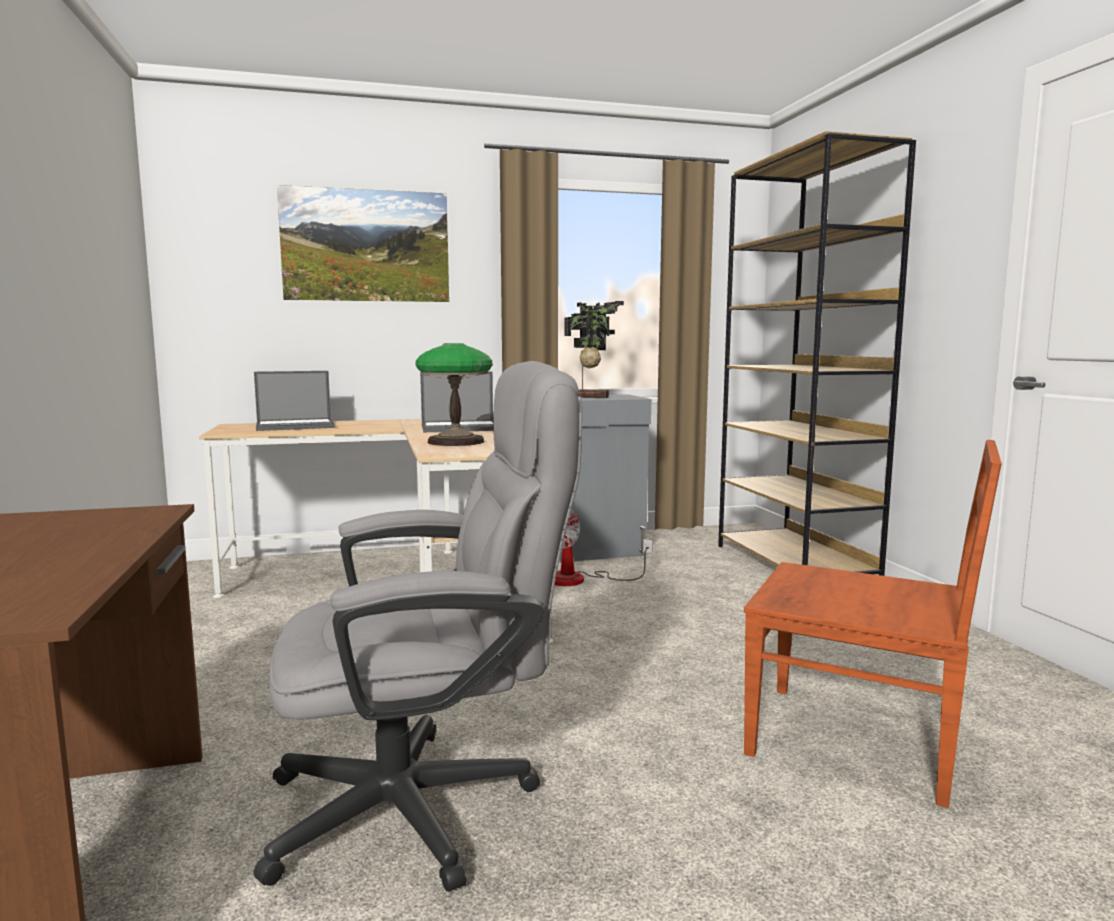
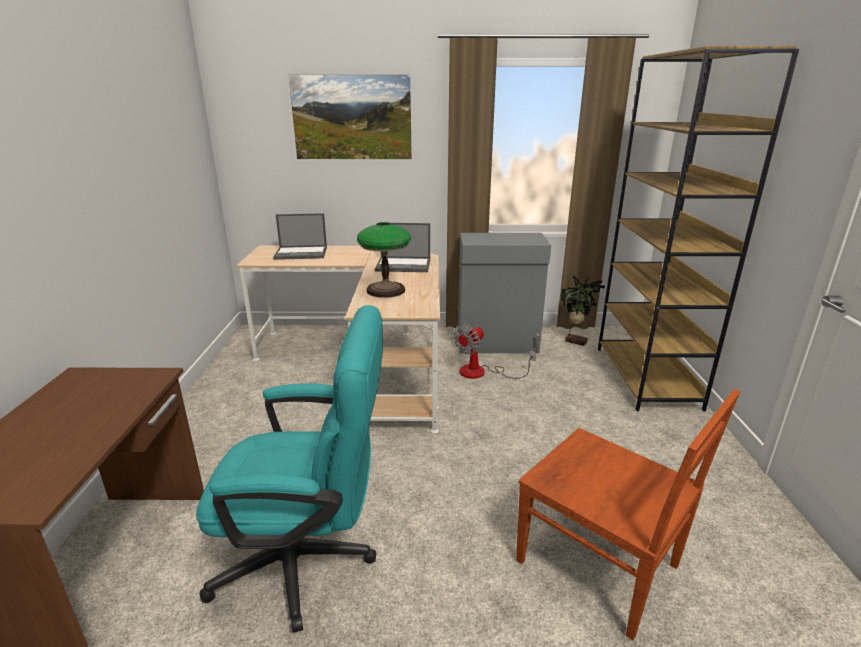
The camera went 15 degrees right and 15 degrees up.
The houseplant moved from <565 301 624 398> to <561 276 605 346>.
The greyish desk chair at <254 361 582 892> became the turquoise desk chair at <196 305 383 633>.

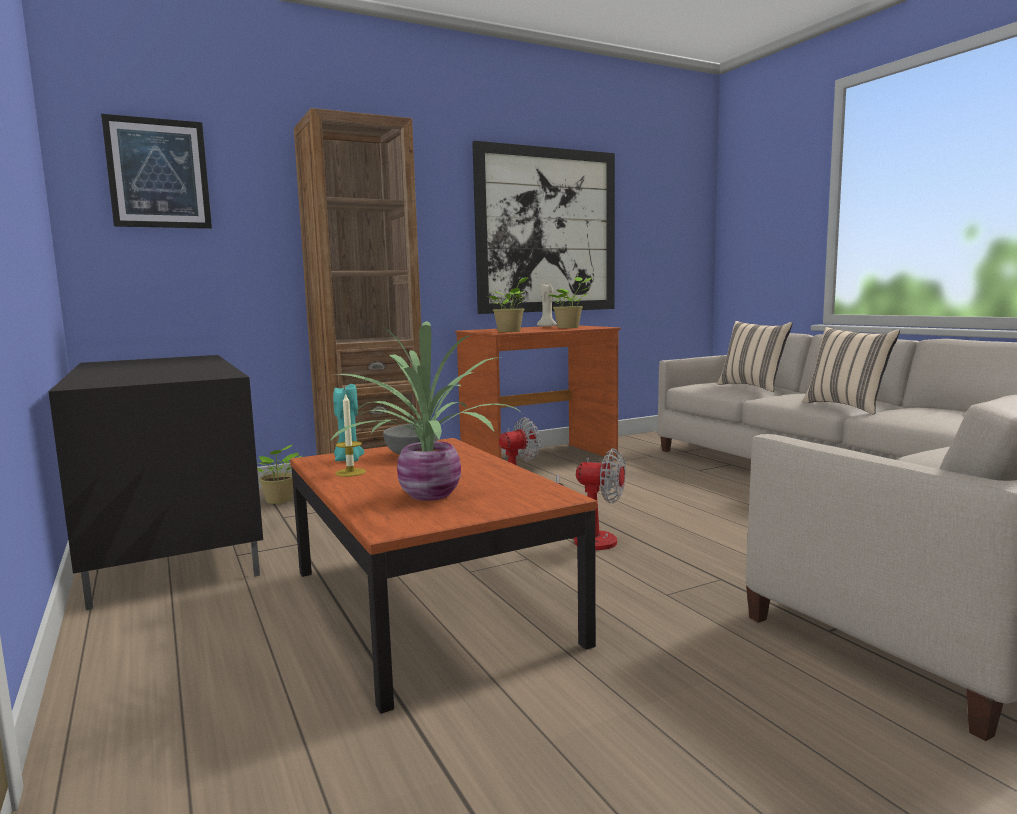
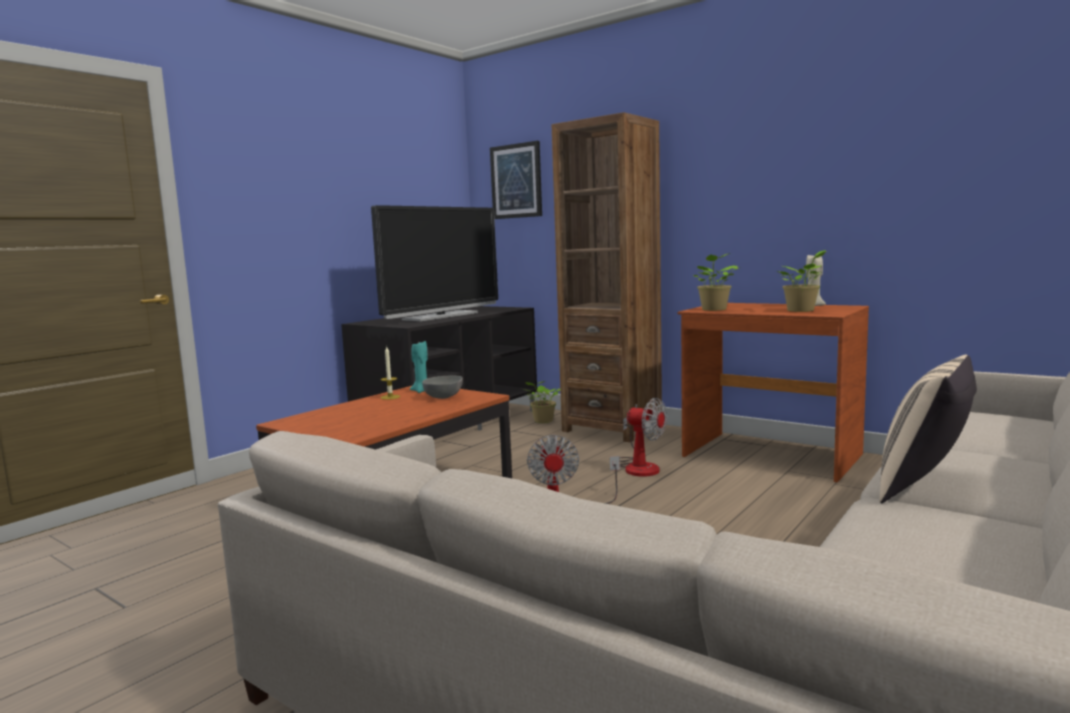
The camera went 65 degrees right and 0 degrees up.
The houseplant at <330 321 522 501> disappeared.
The wall picture at <472 141 615 314> disappeared.
The sand-coloured cushion at <717 321 793 392> disappeared.
The TV at <371 205 498 322> appeared.

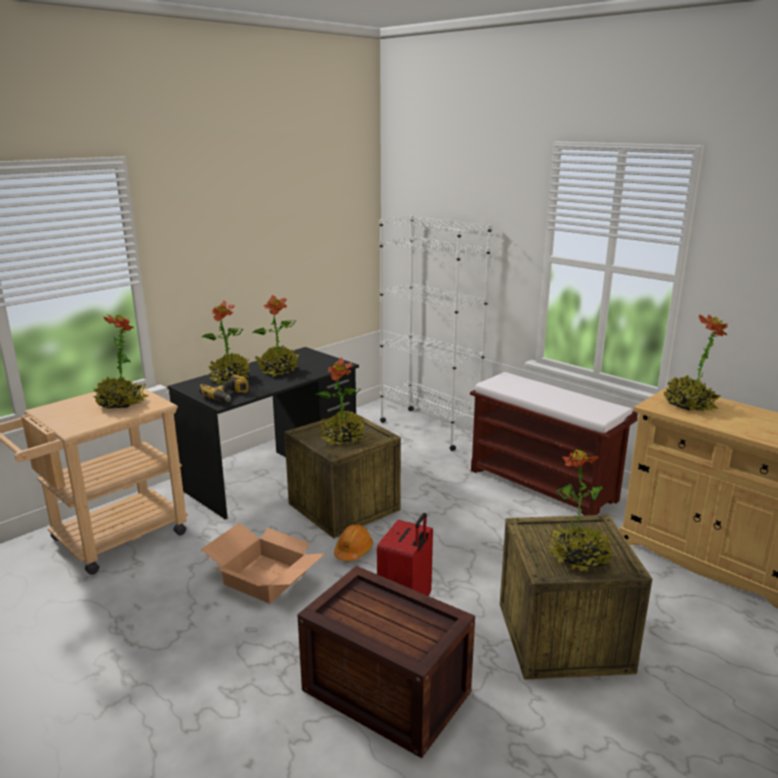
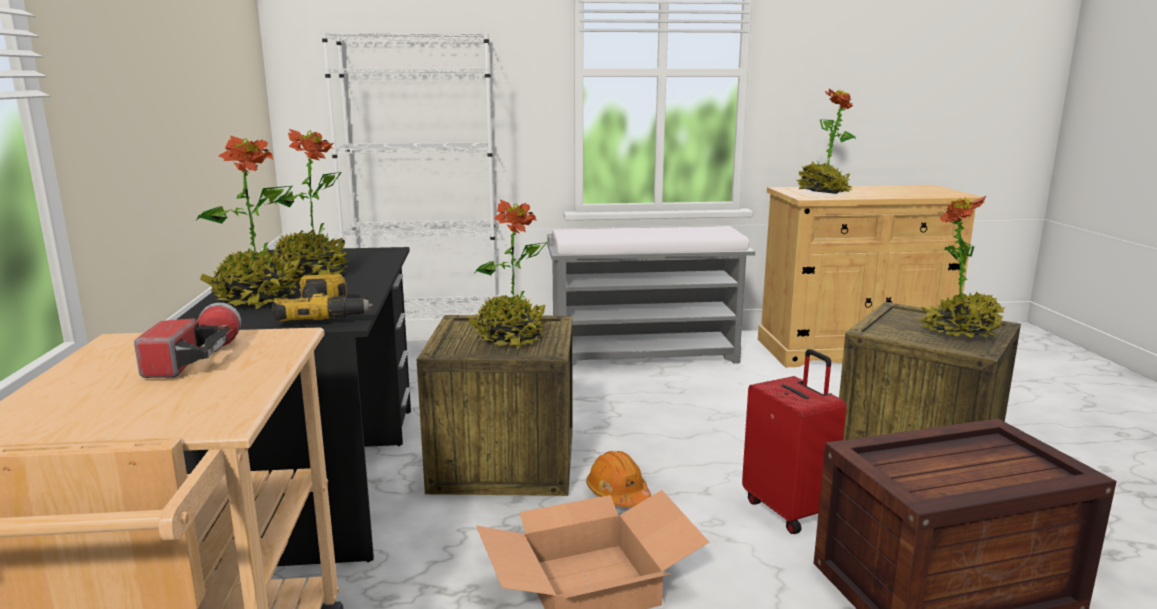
The camera went 50 degrees left and 5 degrees down.
The houseplant at <92 314 148 408> was replaced by the flashlight at <134 303 241 378>.
The brown-coloured long seat at <470 372 638 515> became the greyish long seat at <547 226 755 366>.

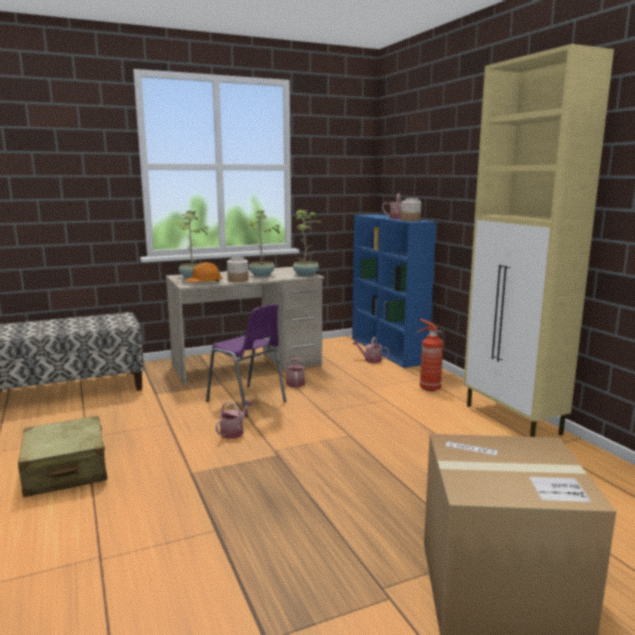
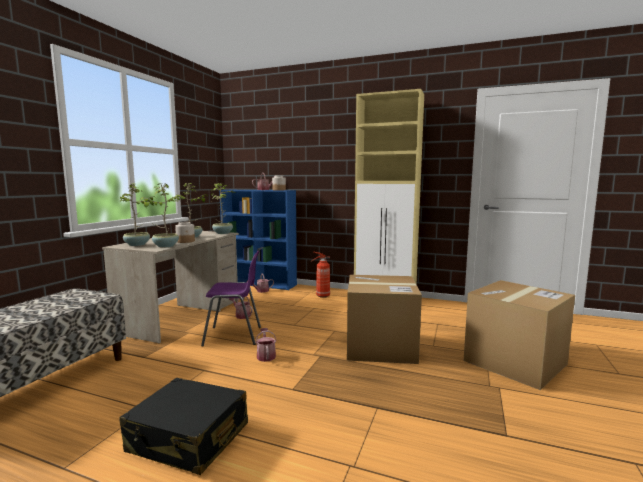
The camera went 45 degrees left and 5 degrees down.
The packing box at <347 275 422 364> appeared.
The orangey hard hat at <186 262 223 282> was replaced by the houseplant at <140 184 180 248>.
The sand-coloured travel case at <18 416 107 497> became the black-coloured travel case at <119 378 248 475>.

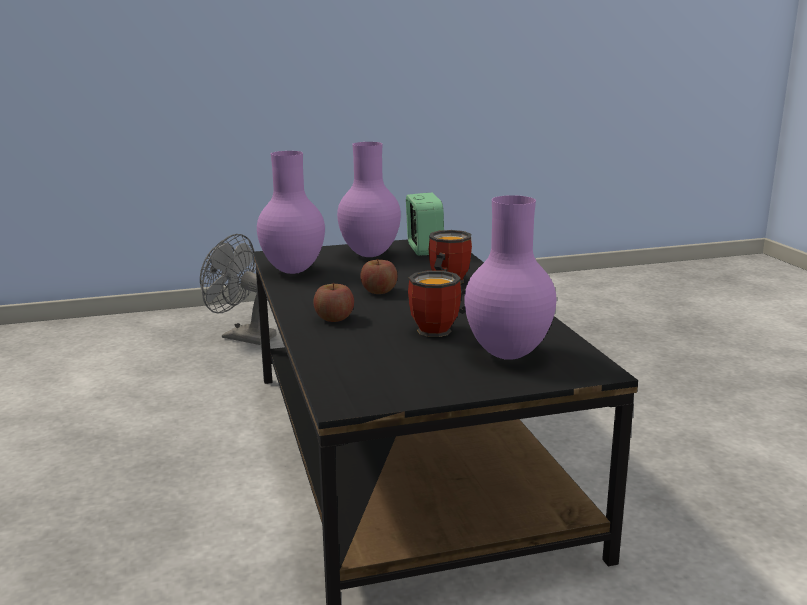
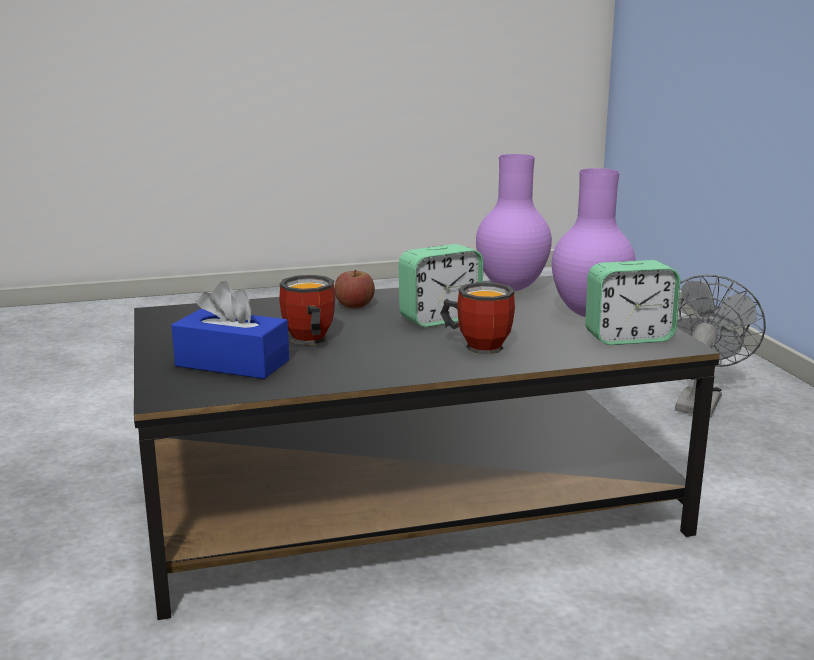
The camera went 90 degrees right and 0 degrees up.
The apple fruit at <360 259 397 294> was replaced by the alarm clock at <398 244 483 327>.
The purplish decorative vase at <464 195 556 360> was replaced by the blue-coloured tissue box at <171 281 289 379>.

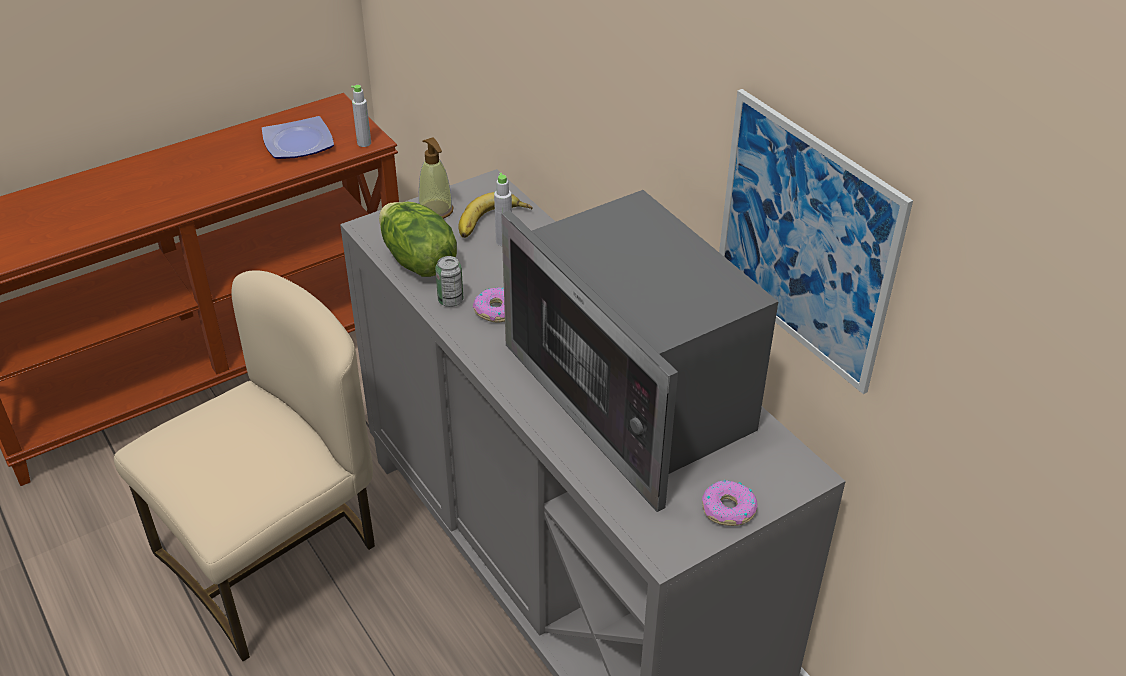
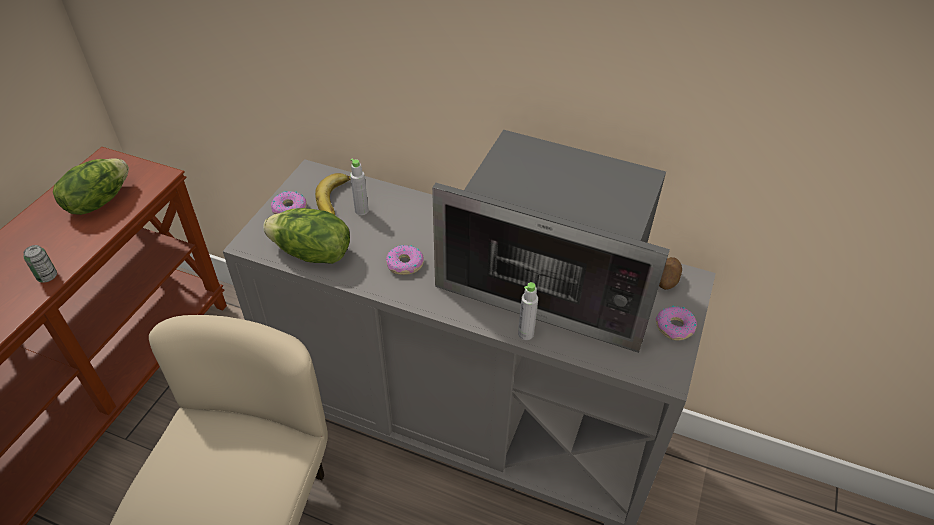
The camera went 35 degrees left and 5 degrees up.
The wall picture at <719 89 913 394> disappeared.
The spud at <659 257 682 290> appeared.
The greyish bottle moved from <351 85 371 147> to <518 282 538 340>.
The metal can moved from <435 256 463 307> to <23 245 57 283>.
The plate at <262 116 334 159> was replaced by the lettuce head at <53 158 129 215>.
The soap dispenser at <419 137 454 219> was replaced by the donut at <271 191 307 214>.

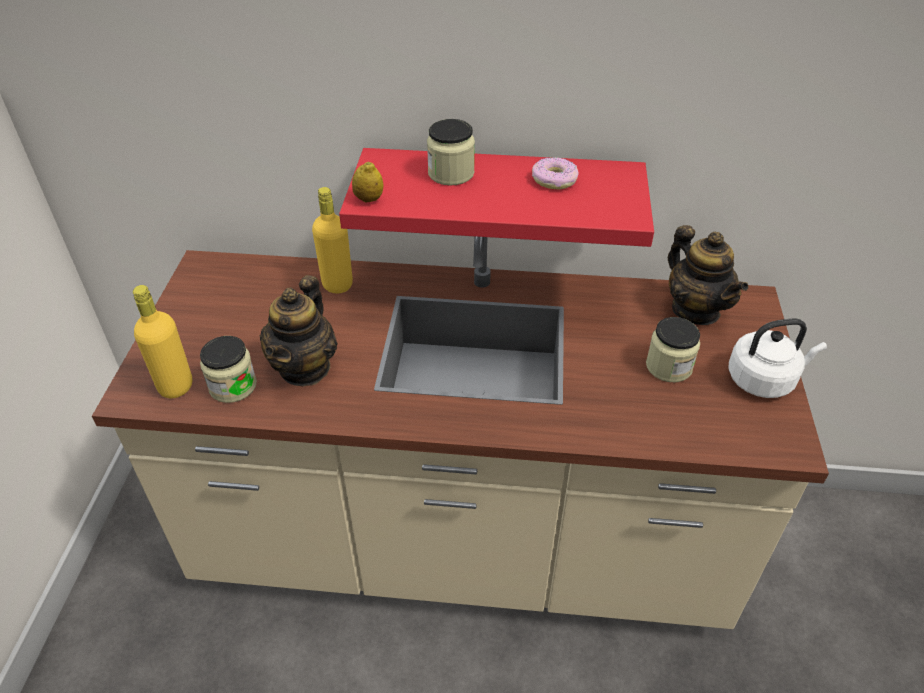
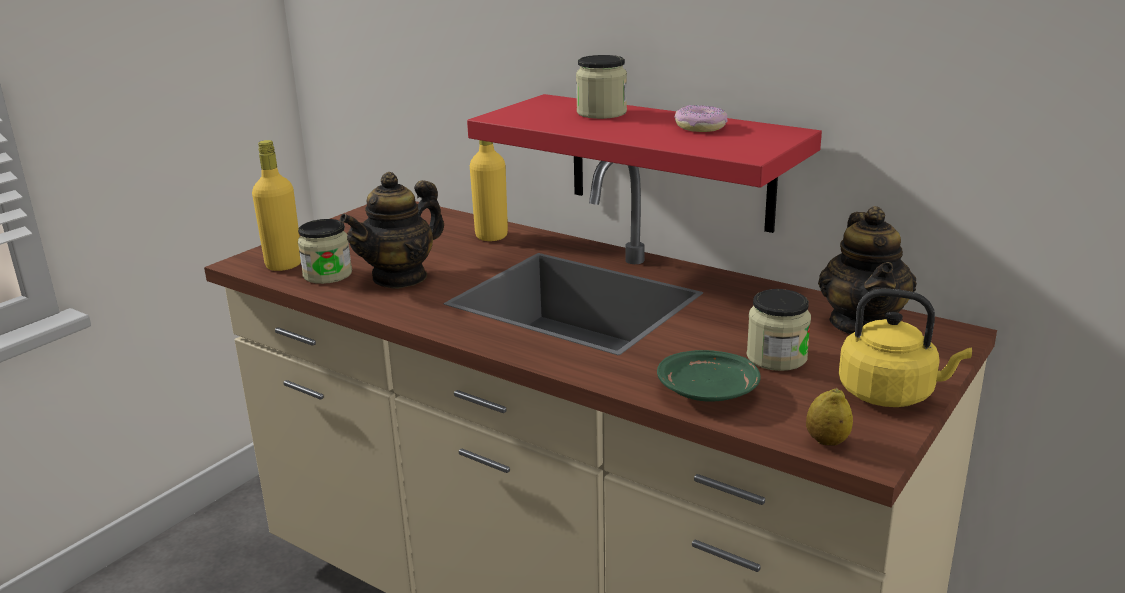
The camera went 30 degrees right and 20 degrees down.
The green plate at <657 350 761 402> appeared.
The citrus fruit moved from <352 161 383 202> to <806 388 853 446>.
The white tea kettle at <728 318 827 398> became the yellowish tea kettle at <839 289 972 407>.

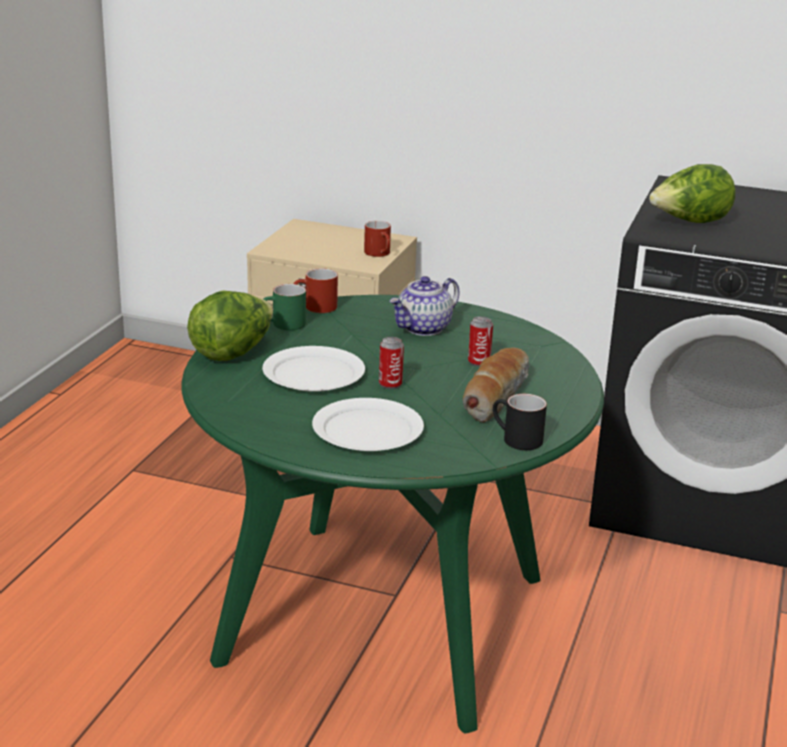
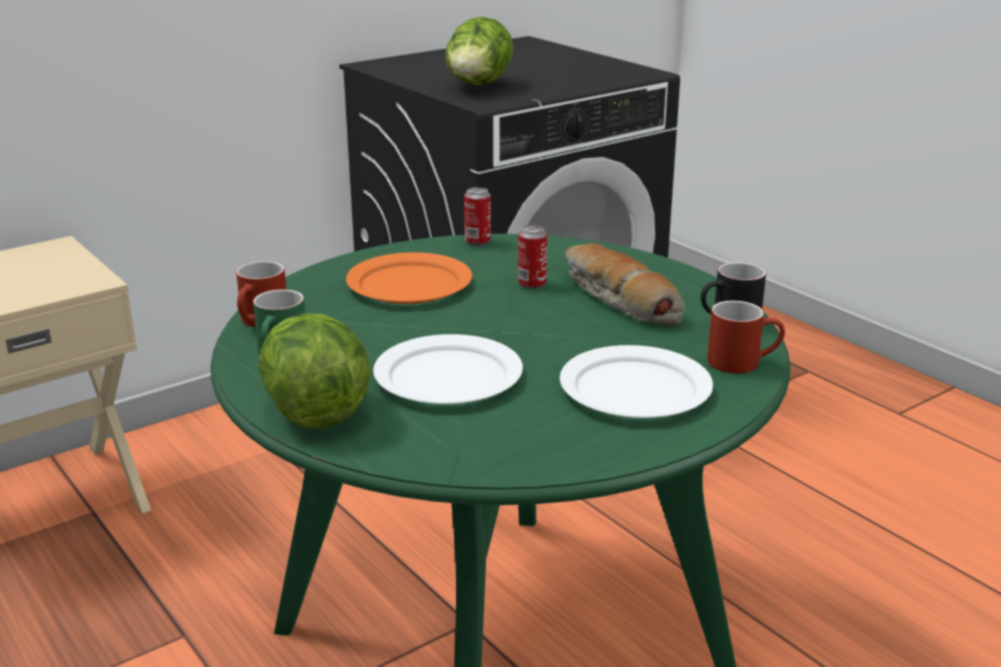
The camera went 55 degrees left and 0 degrees up.
The red-coloured tea mug moved from <364 221 391 257> to <707 301 785 373>.
The metal can moved from <379 337 404 389> to <464 187 491 246>.
The teapot at <389 276 459 336> was replaced by the orangey plate at <346 252 472 304>.

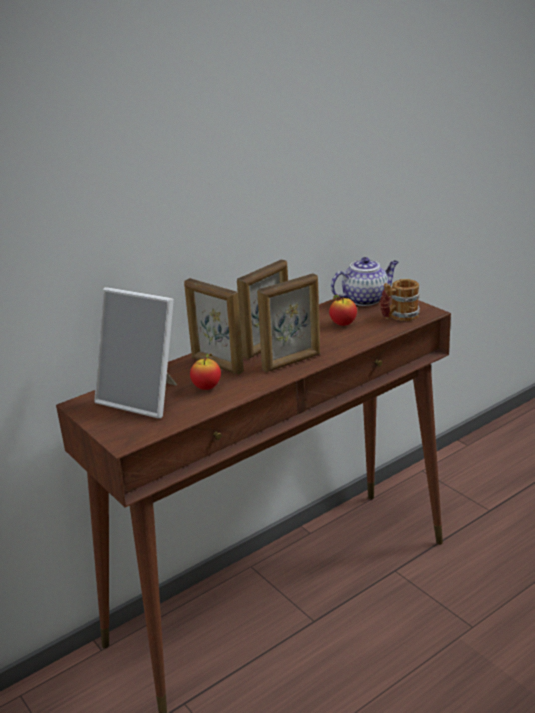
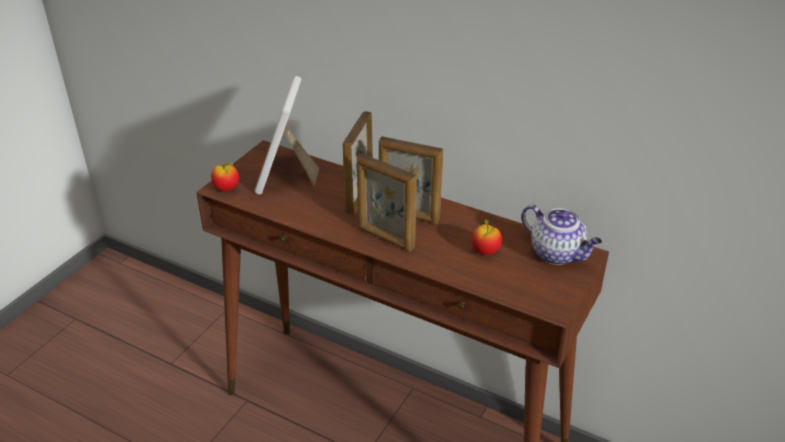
The camera went 65 degrees right and 10 degrees up.
The tea mug at <380 279 420 321> disappeared.
The apple fruit moved from <190 353 221 390> to <211 162 240 191>.

